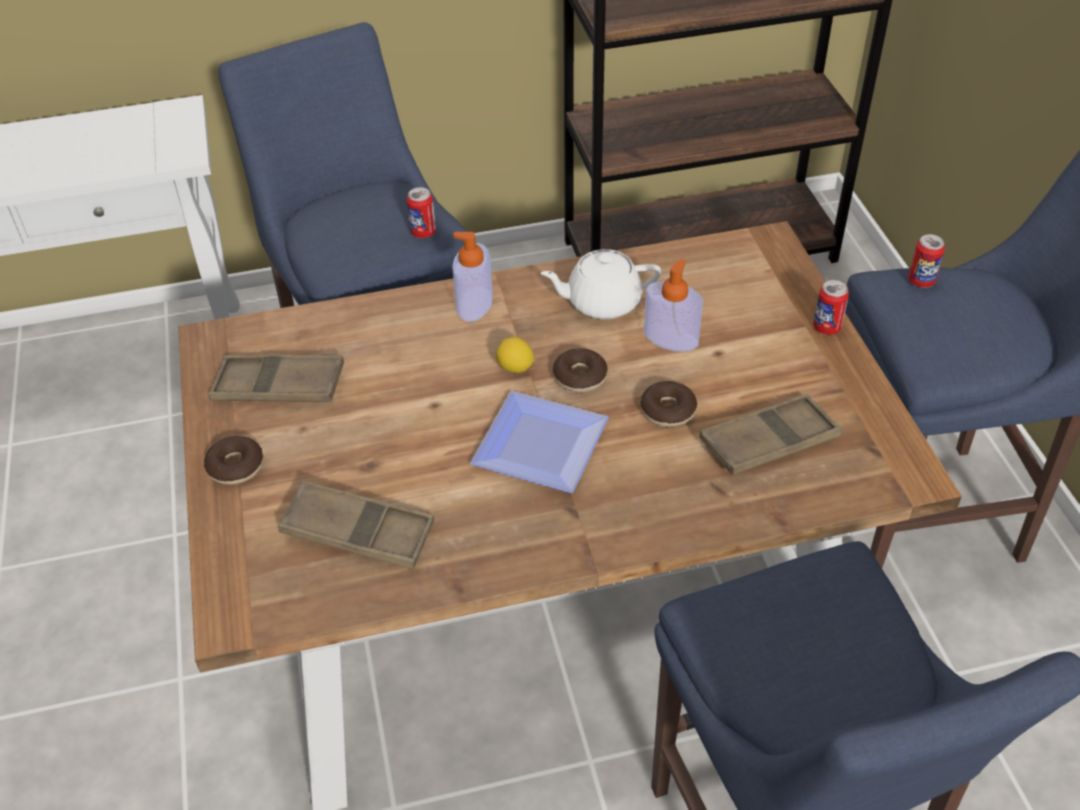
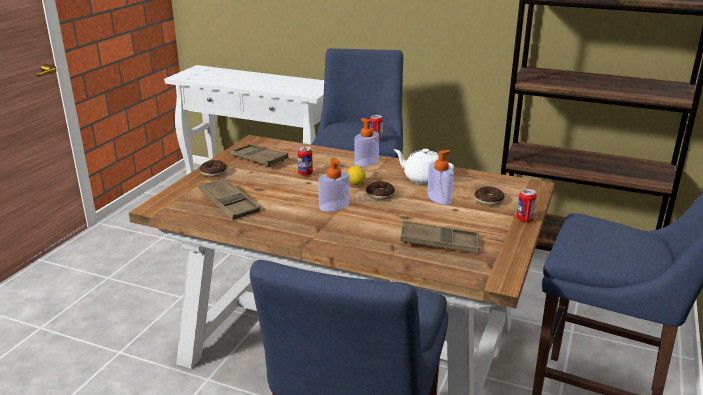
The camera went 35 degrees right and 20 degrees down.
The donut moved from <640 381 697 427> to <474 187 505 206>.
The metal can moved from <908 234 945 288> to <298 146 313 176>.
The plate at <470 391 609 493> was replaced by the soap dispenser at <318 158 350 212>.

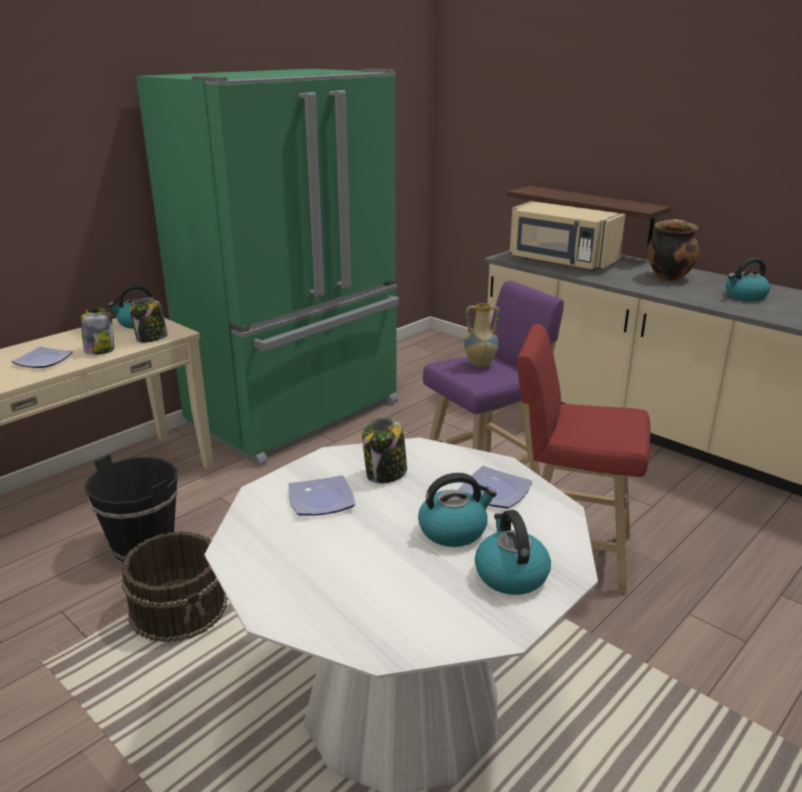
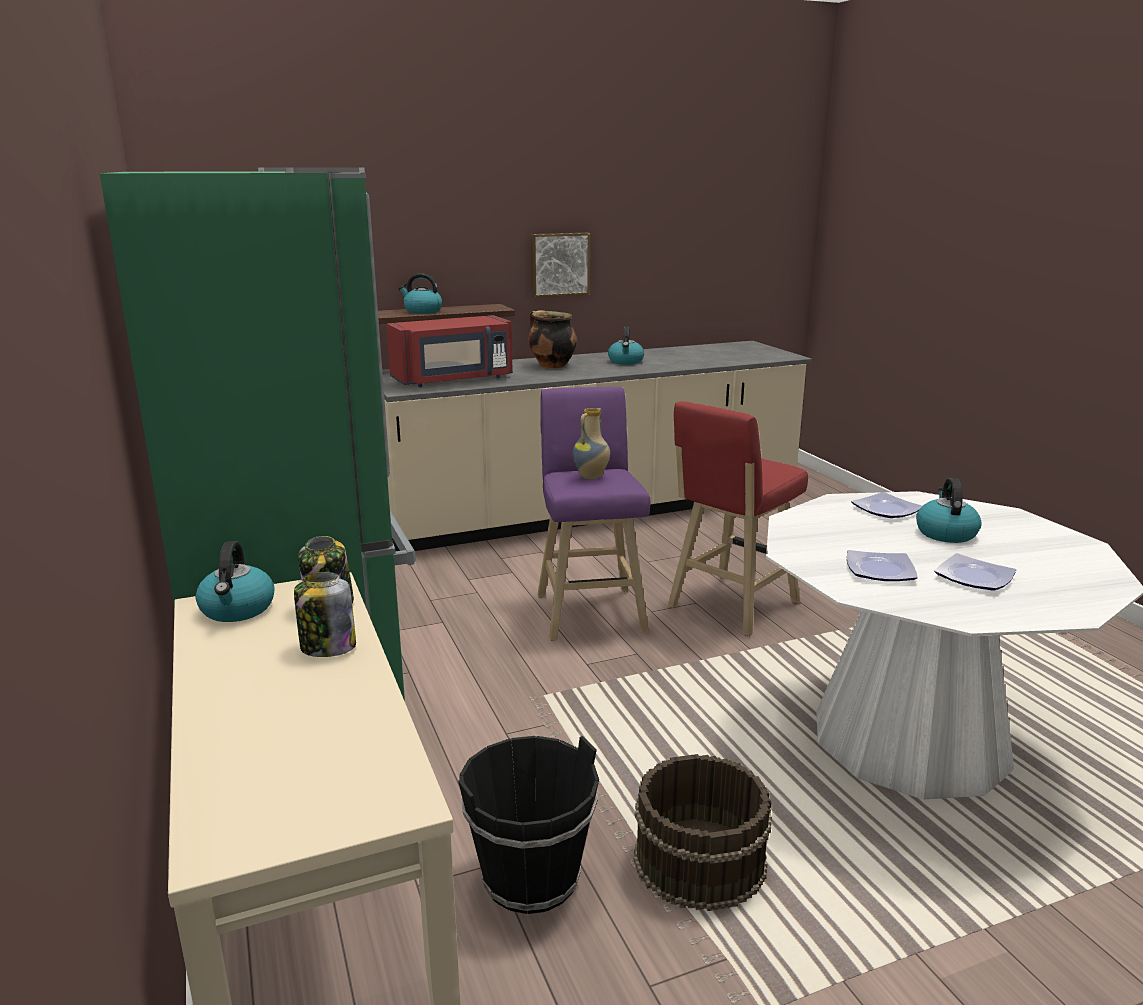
The camera went 65 degrees left and 5 degrees down.
The jar at <362 418 407 484> disappeared.
The wall picture at <531 233 590 298> appeared.
The plate moved from <11 347 73 368> to <934 553 1016 591>.
The tea kettle moved from <475 510 551 595> to <399 273 442 313>.
The sand-coloured microwave at <510 201 625 271> became the red-coloured microwave at <386 315 513 387>.

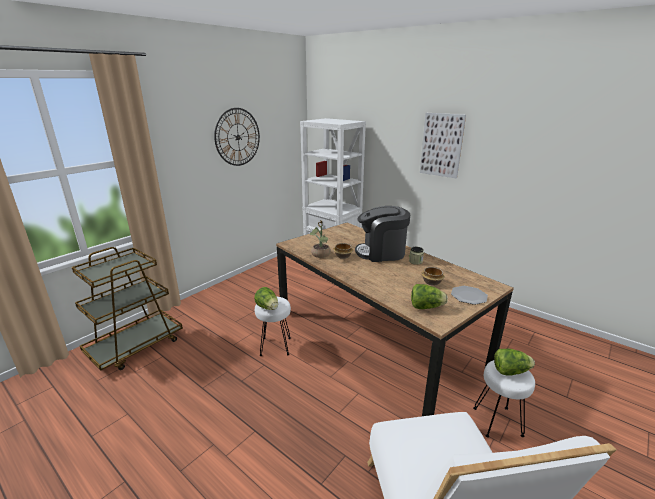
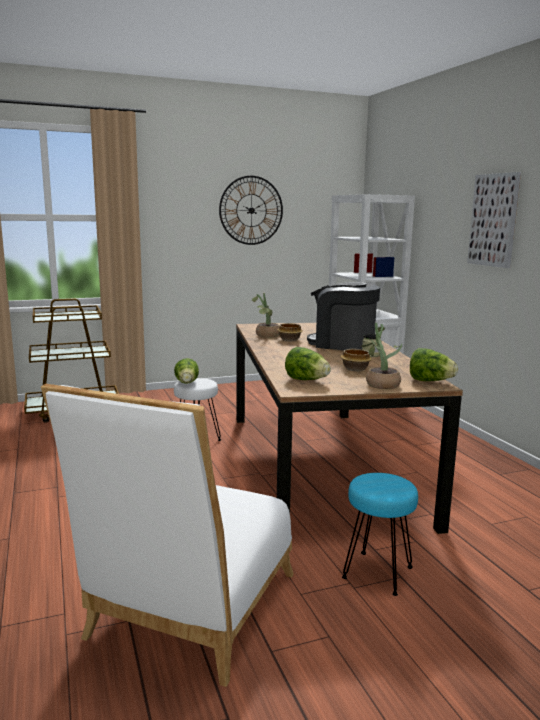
The camera went 30 degrees right and 10 degrees down.
The lettuce head moved from <494 349 535 376> to <410 348 458 381>.
The plate at <451 286 488 305> was replaced by the houseplant at <361 323 402 389>.
The white stool at <473 360 535 438> became the turquoise stool at <342 473 418 596>.

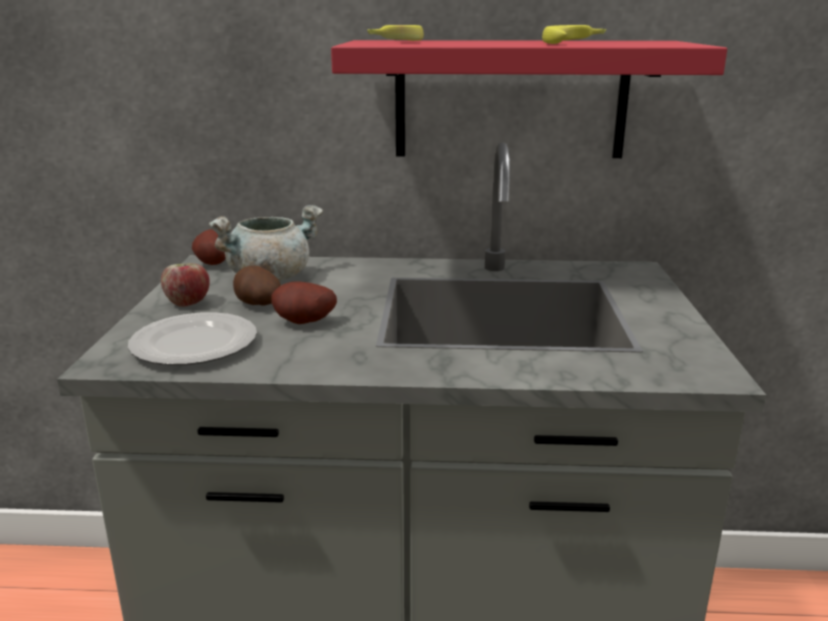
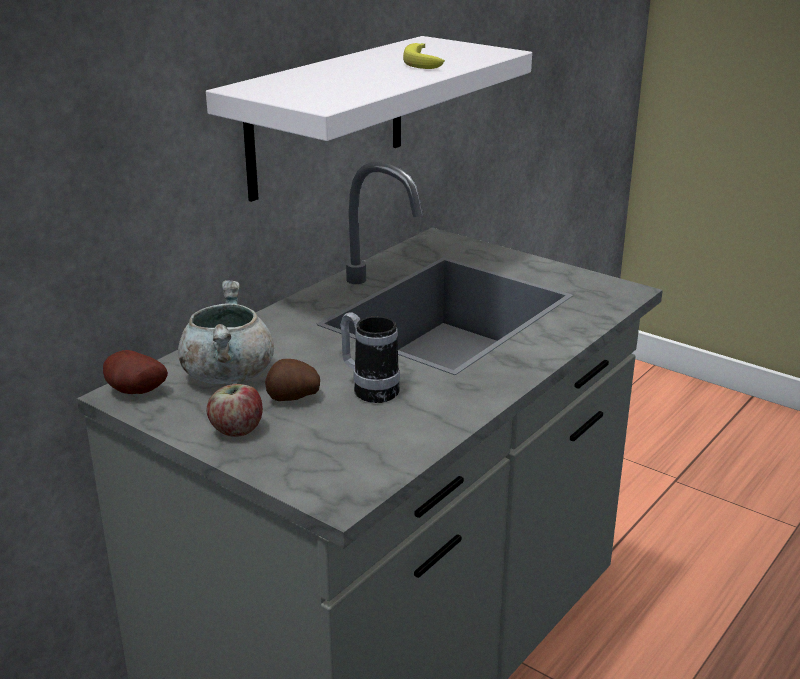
The camera went 55 degrees left and 5 degrees up.
The plate at <128 312 257 365> disappeared.
The banana fruit at <367 25 424 41> disappeared.
The spud at <271 281 337 324> was replaced by the tea mug at <341 312 400 403>.
The red-coloured wall shelf at <331 40 727 158> became the white wall shelf at <206 36 532 202>.

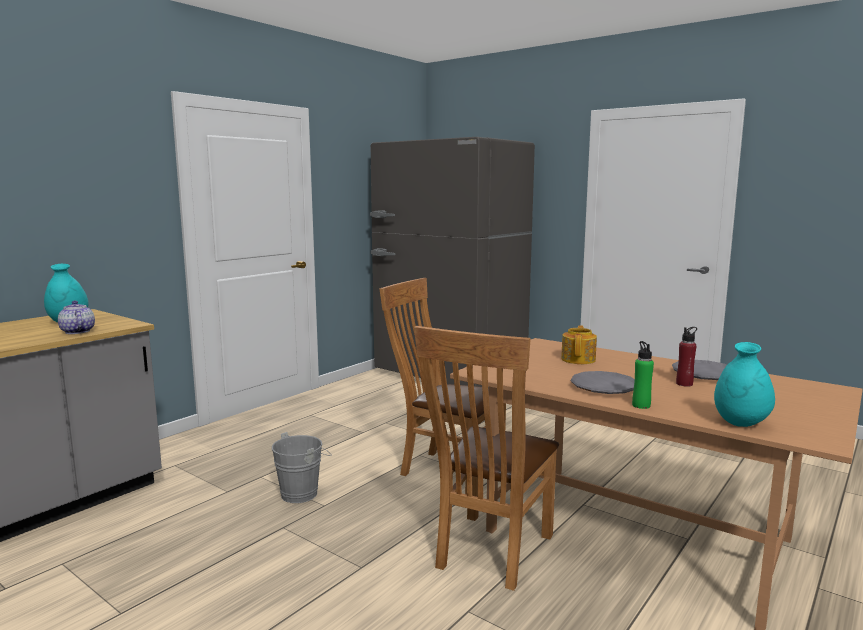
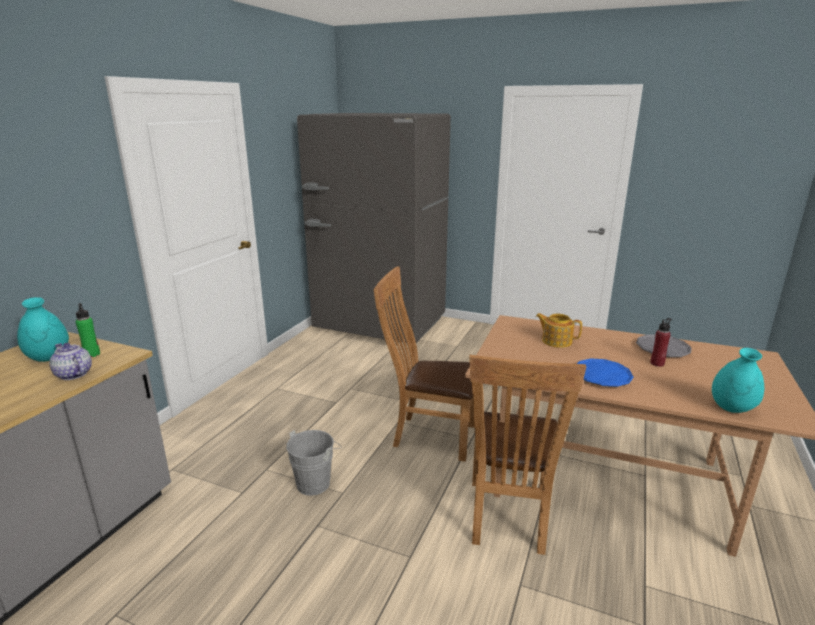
The camera went 15 degrees left and 10 degrees up.
The green bottle moved from <632 341 654 409> to <75 303 100 358>.
The greyish plate at <570 371 635 394> became the blue-coloured plate at <577 358 634 387>.
The teapot at <561 325 597 364> turned 60 degrees counterclockwise.

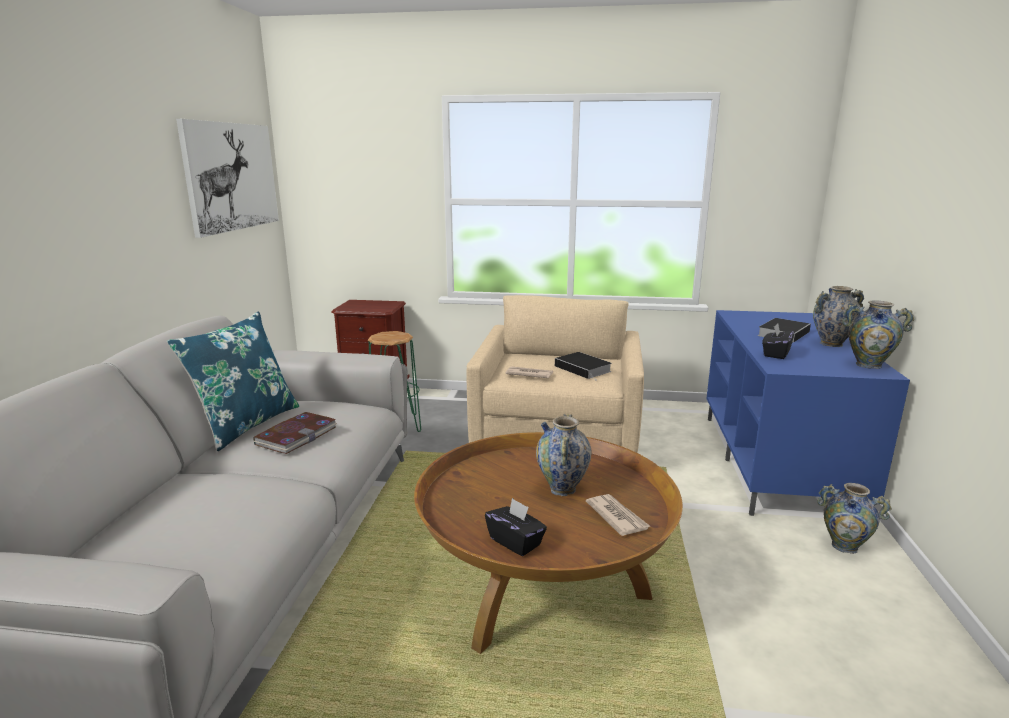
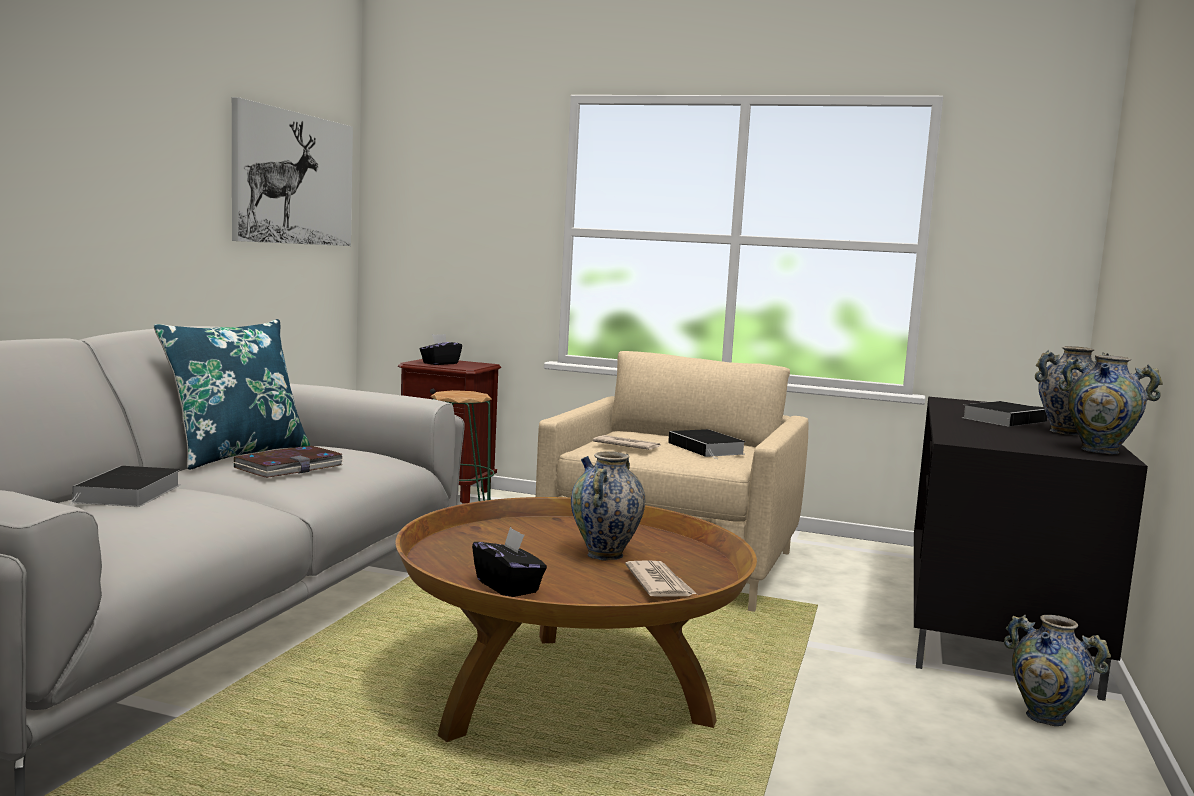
The camera went 10 degrees right and 10 degrees down.
The book at <68 466 180 507> appeared.
The black-coloured tissue box moved from <762 323 794 359> to <420 334 462 365>.
The blue-coloured tv unit at <706 310 910 516> became the black-coloured tv unit at <914 397 1148 701>.

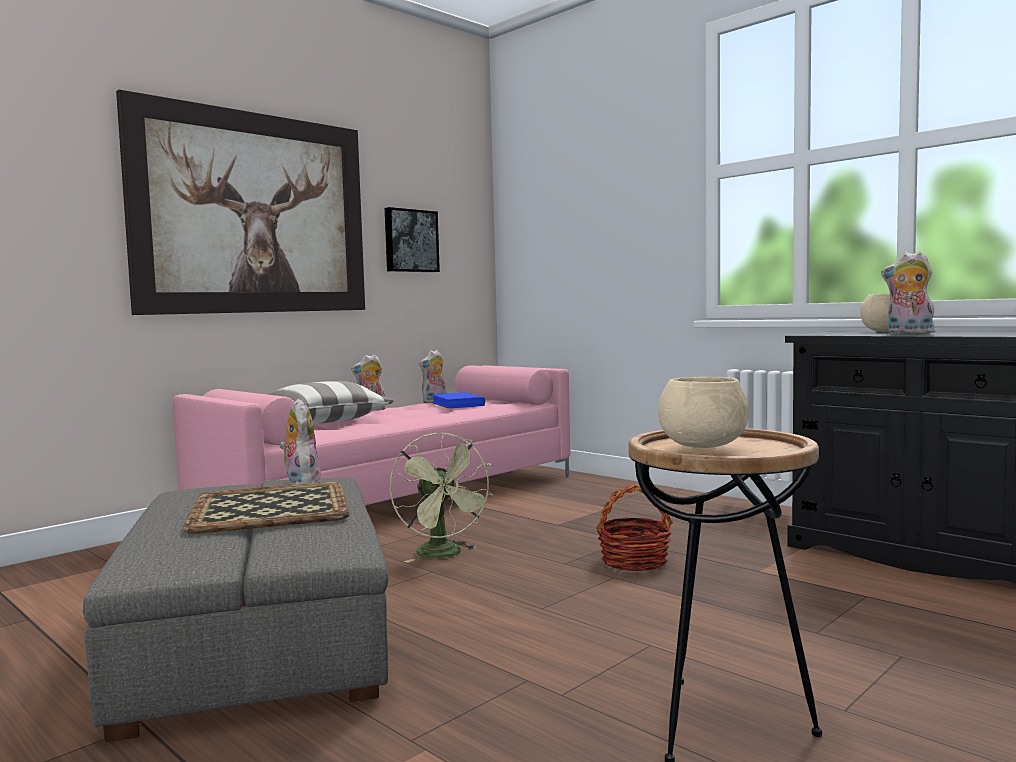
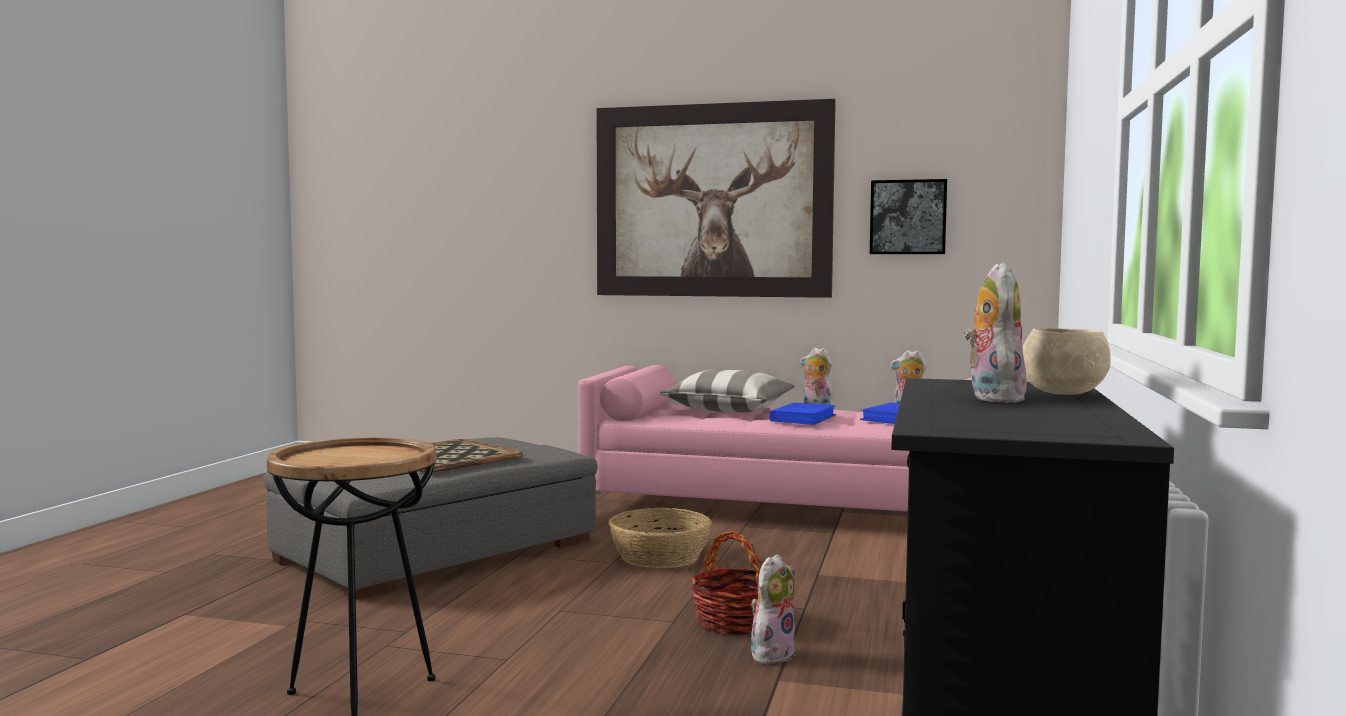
The camera went 60 degrees right and 0 degrees up.
The sand-coloured serving bowl at <658 377 749 448> disappeared.
The blue-coloured book at <769 403 836 425> appeared.
The cuddly toy moved from <279 399 322 485> to <751 554 796 665>.
The green fan at <390 433 494 563> was replaced by the storage basket at <608 508 712 569>.

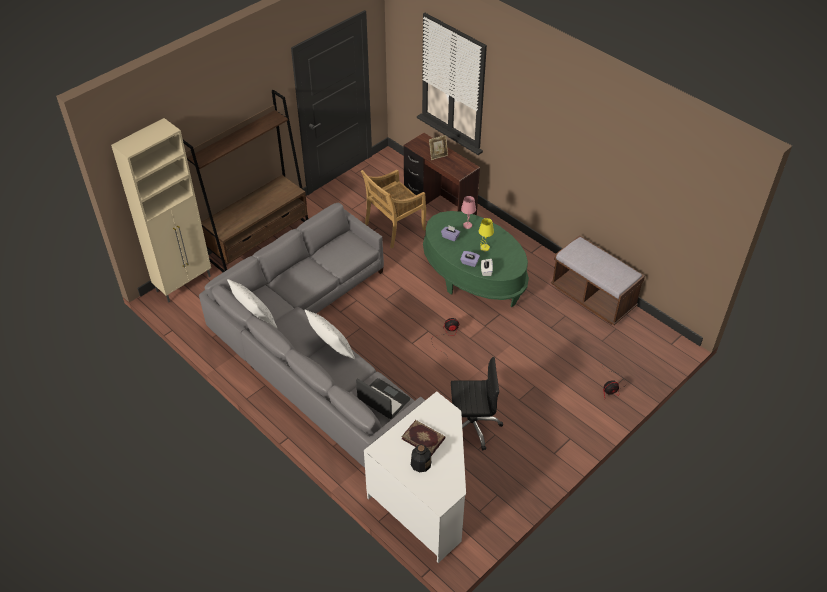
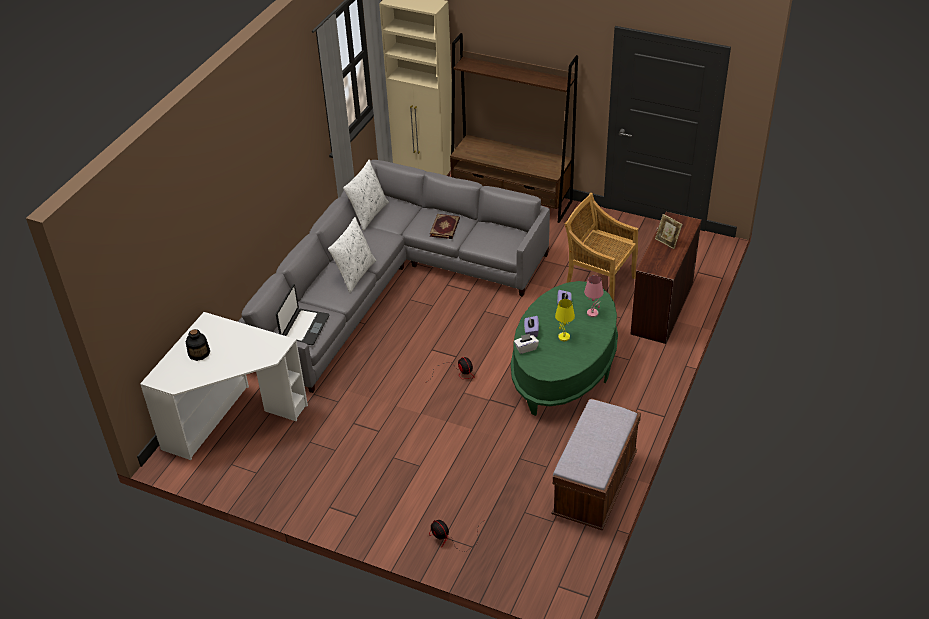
The camera went 70 degrees right and 5 degrees down.
The black-coloured desk chair at <451 357 503 451> disappeared.
The book moved from <402 420 446 456> to <430 214 460 239>.

